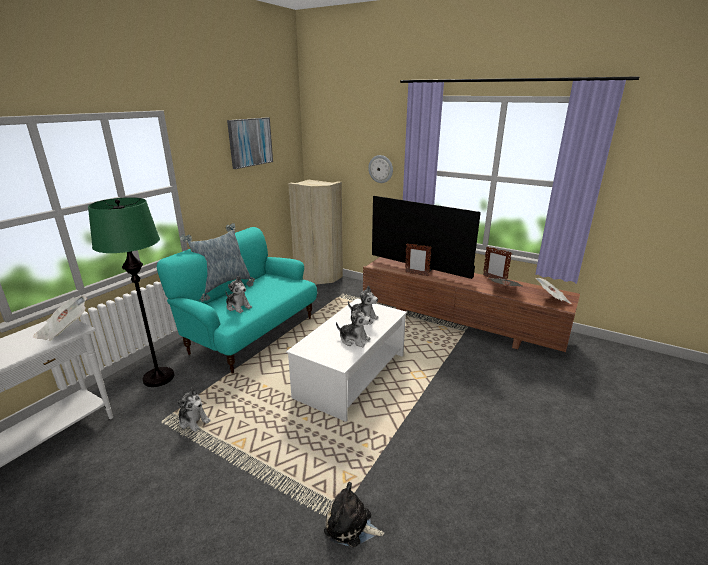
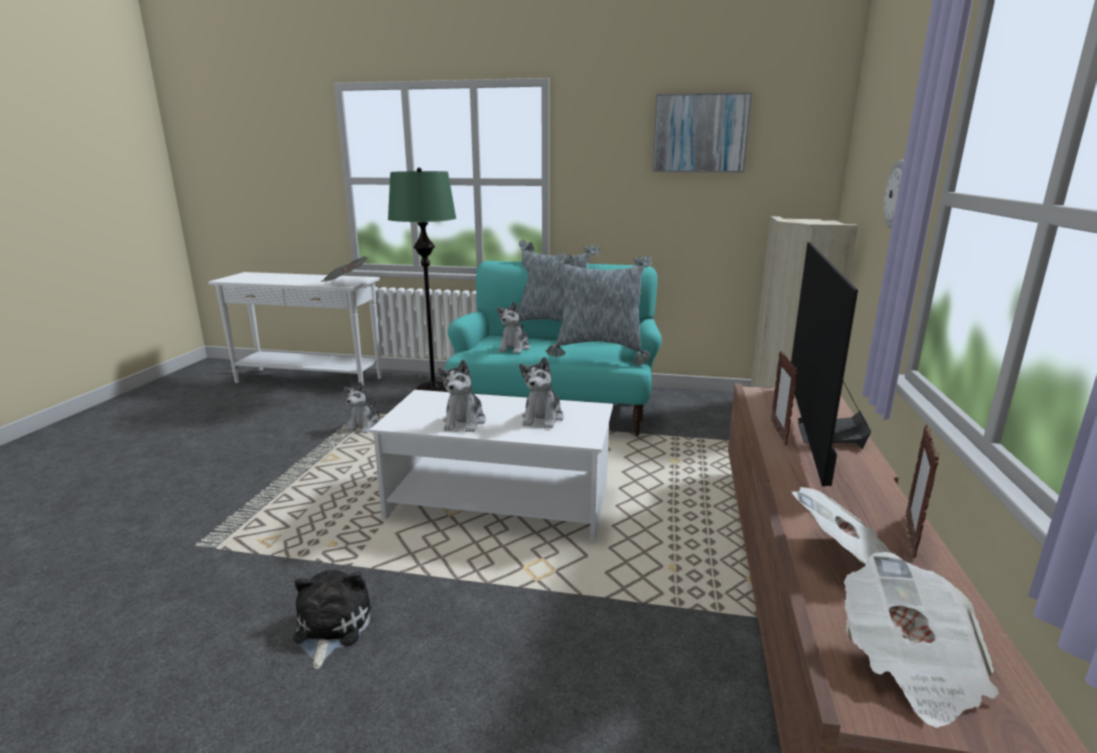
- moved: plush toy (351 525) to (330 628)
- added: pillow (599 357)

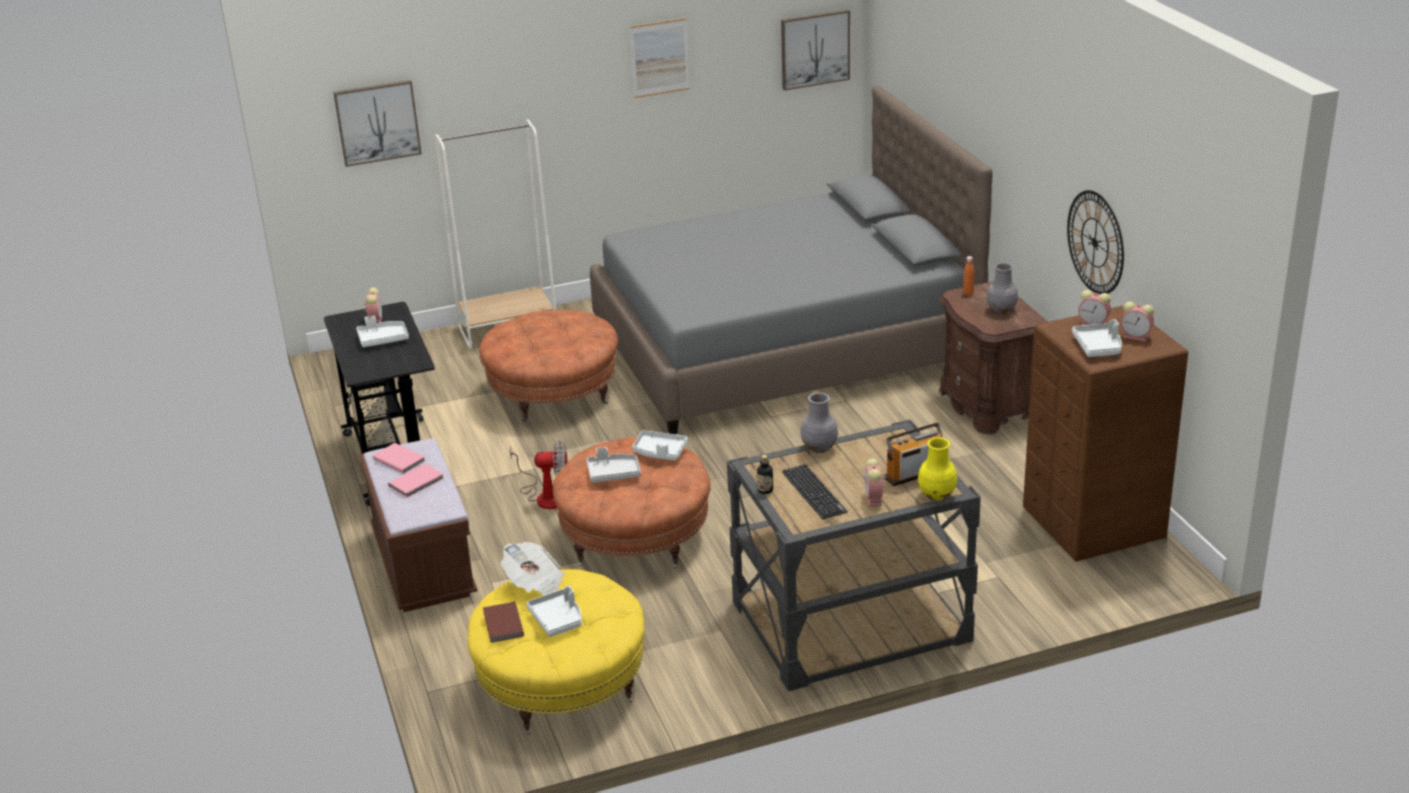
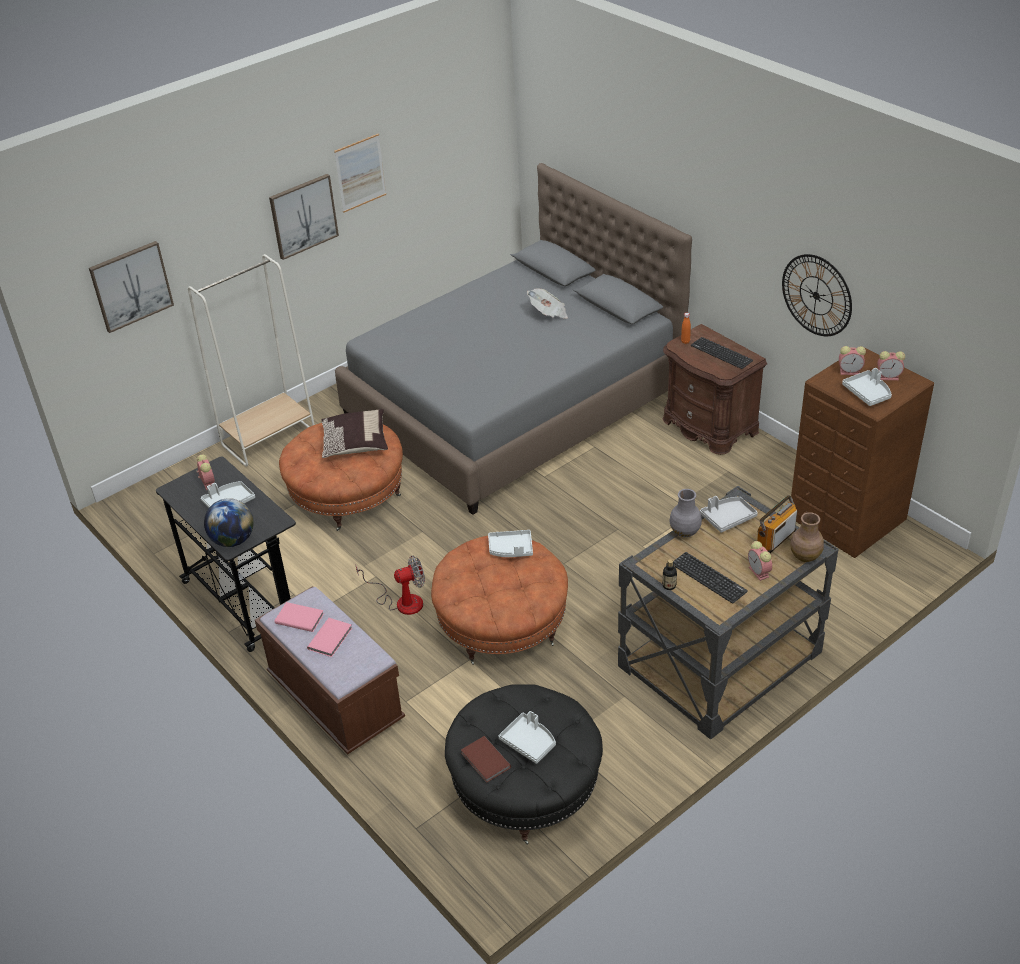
- recoloured: yellow ottoman (561 684) to black ottoman (525 786)
- moved: newspaper (535 583) to (548 313)
- moved: grey tray (613 473) to (727 518)
- moved: picture (815 49) to (303 216)
- recoloured: yellow vase (936 494) to brown vase (805 556)
- replaced: grey vase (1001 310) to keyboard (721 353)
- added: globe (233 540)
- added: pillow (355 443)

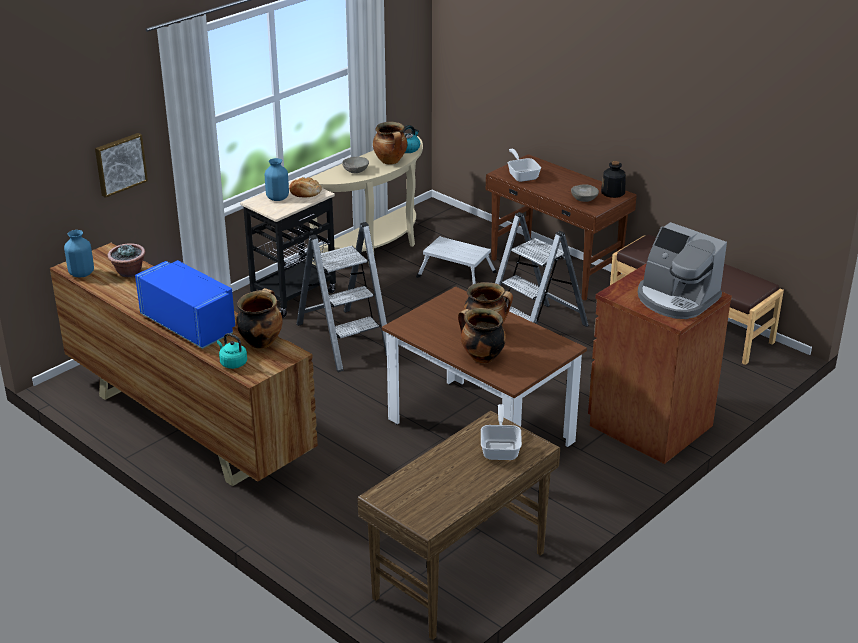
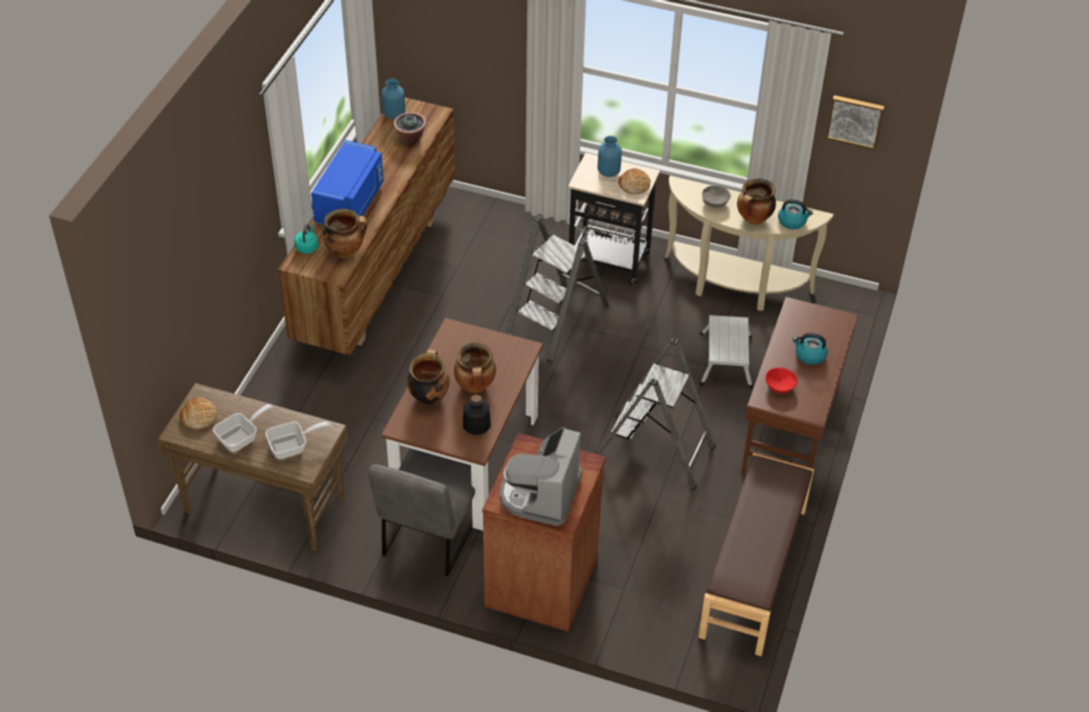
- moved: picture (120 164) to (855 120)
- moved: frying pan (522 175) to (241 437)
- recoloured: grey bowl (583 199) to red bowl (779 386)
- moved: bottle (613 193) to (476 425)
- added: bread (198 416)
- added: grey chair (429 535)
- added: kettle (809 355)

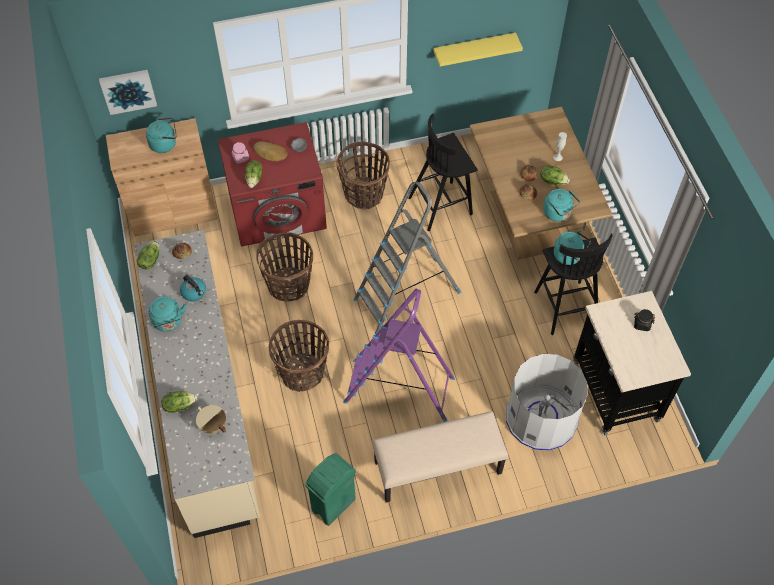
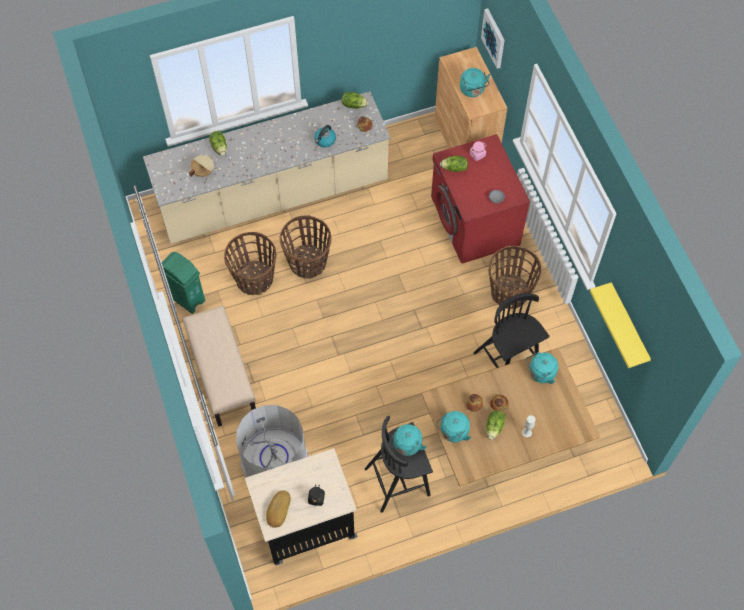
- moved: turquoise kettle (168 322) to (540 373)
- moved: bread (270 153) to (278 510)
- moved: basket (288 285) to (254 279)
- removed: purple step ladder (398 390)
- removed: grey step ladder (407 296)

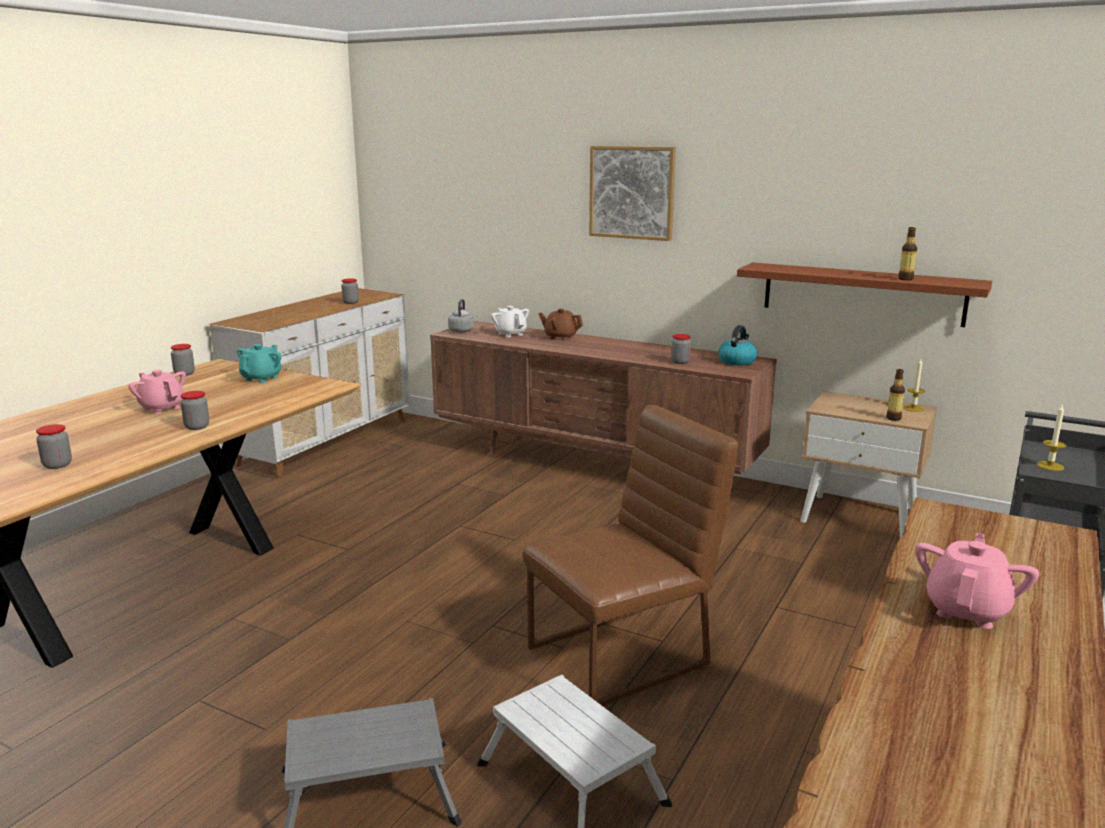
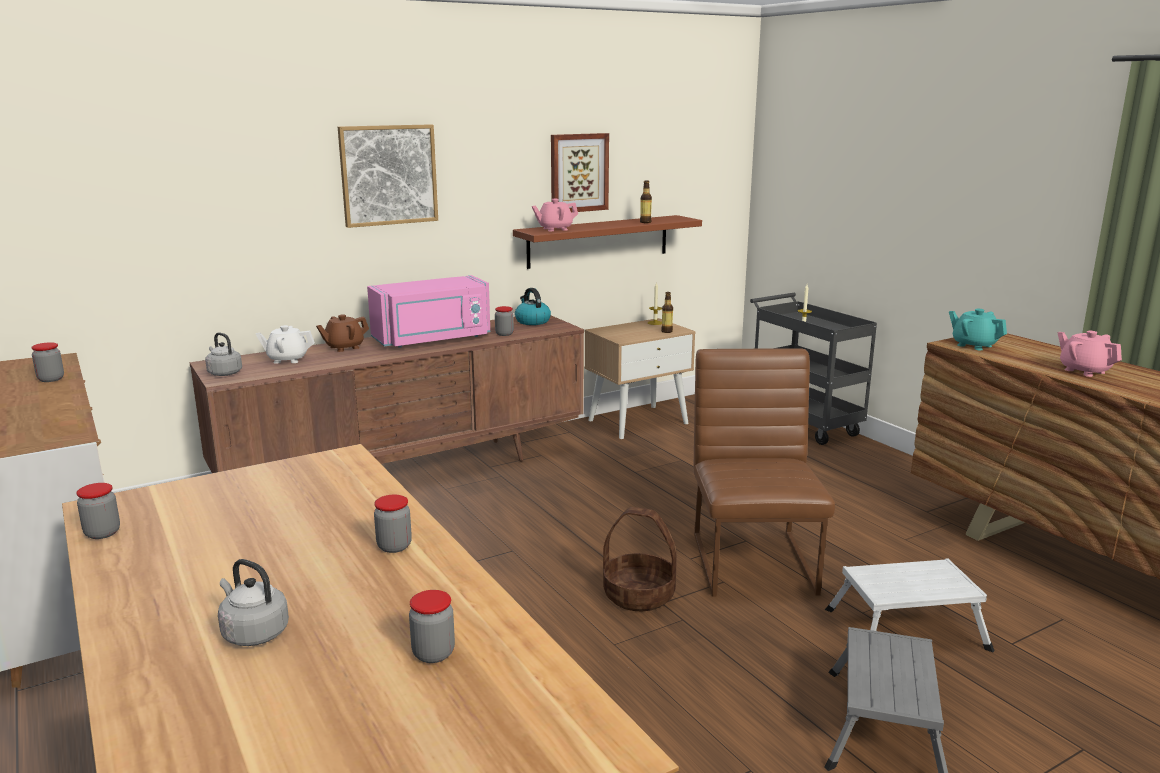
- moved: pink teapot (162 408) to (555 229)
- moved: turquoise teapot (261 378) to (974 345)
- added: grey kettle (253 633)
- added: pink microwave (433 339)
- added: picture (578 172)
- added: basket (638 595)

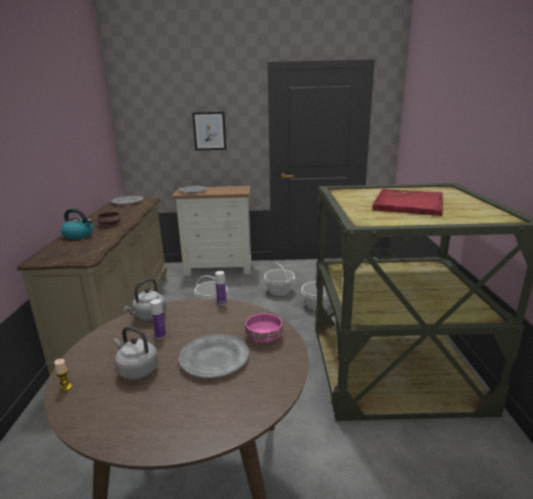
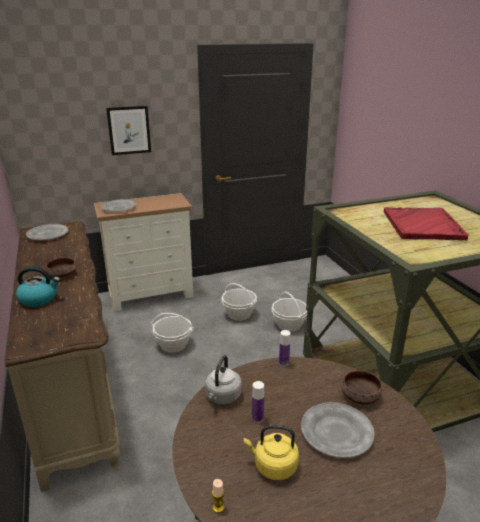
- recoloured: grey kettle (137 370) to yellow kettle (273 466)
- recoloured: pink bowl (264 336) to brown bowl (360 395)

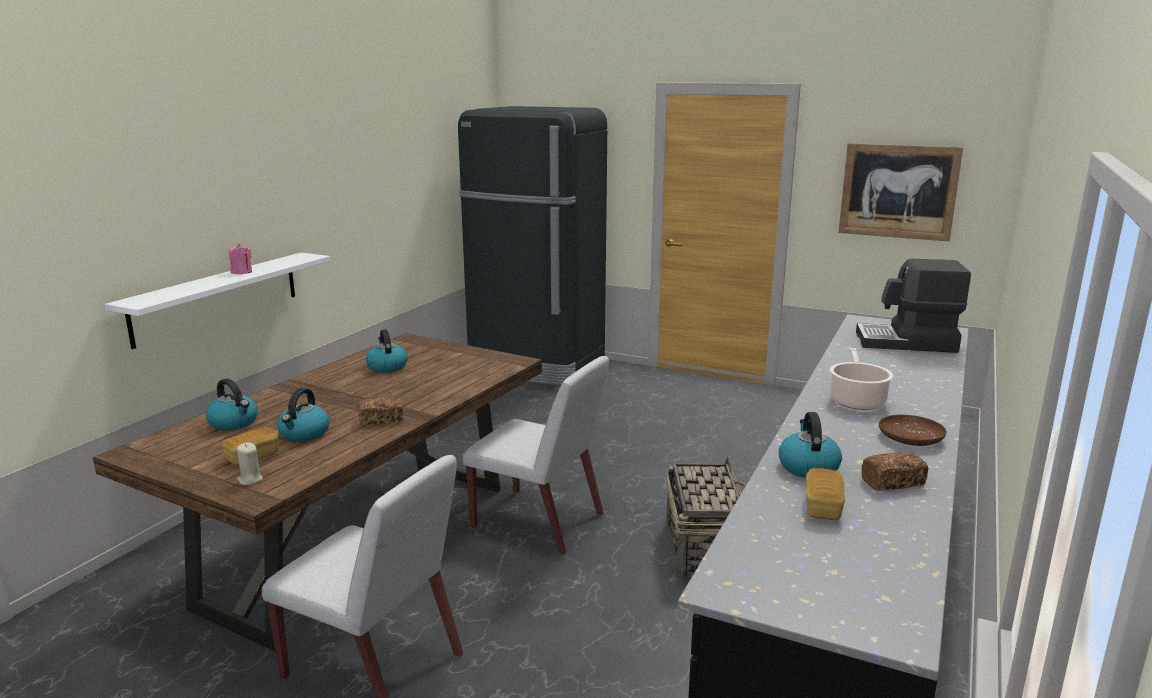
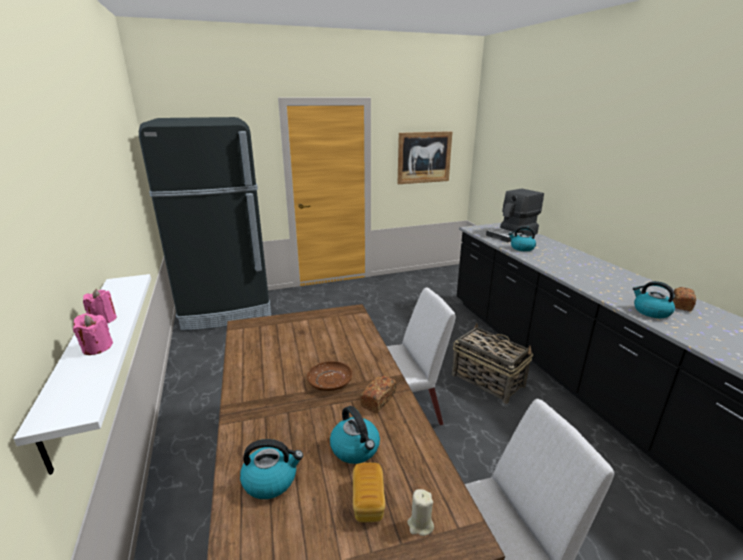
- moved: kettle (387 367) to (521 248)
- removed: bread (822 507)
- removed: cooking pot (857 400)
- moved: brown plate (910 438) to (330 381)
- added: pink candle (97 348)

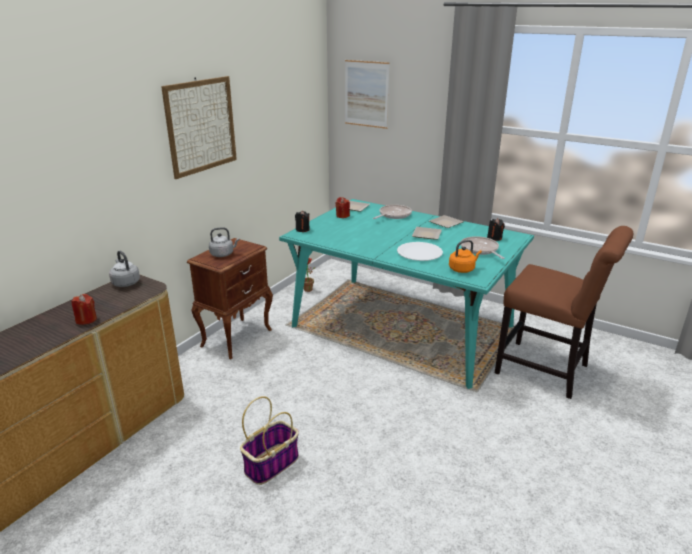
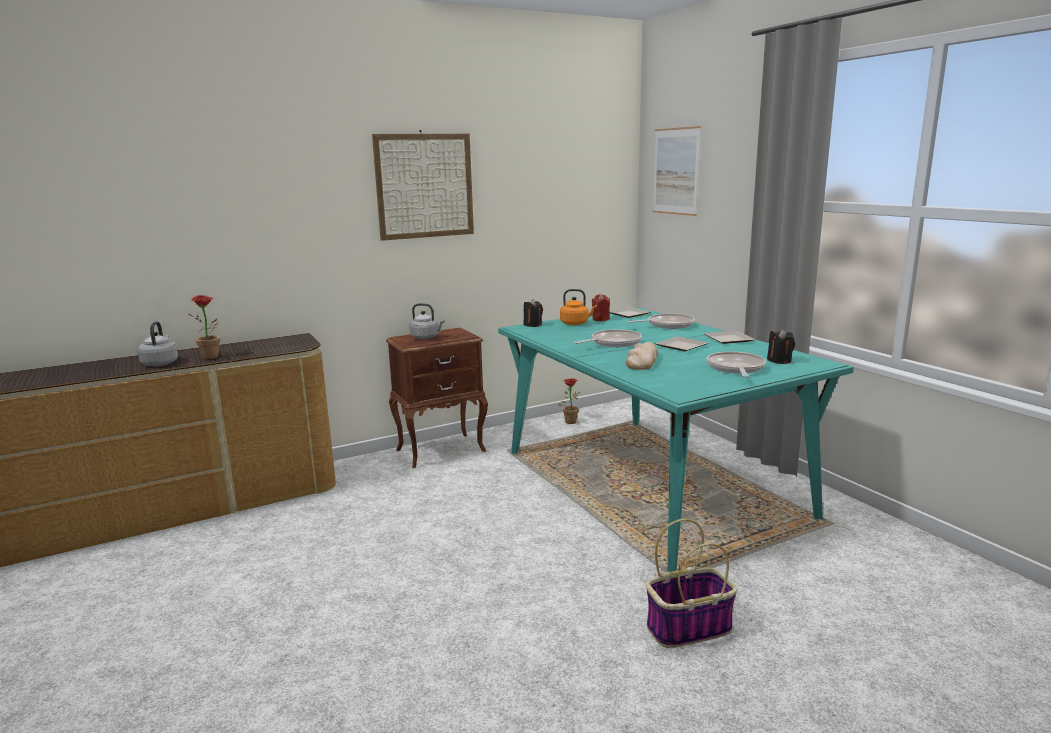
- replaced: red candle (86 320) to potted plant (213 357)
- moved: grey kettle (125 282) to (161 363)
- moved: basket (271 463) to (689 627)
- replaced: white plate (419 253) to bread (642 360)
- moved: orange kettle (462 269) to (576 323)
- removed: brown chair (546 371)
- added: frying pan (613 343)

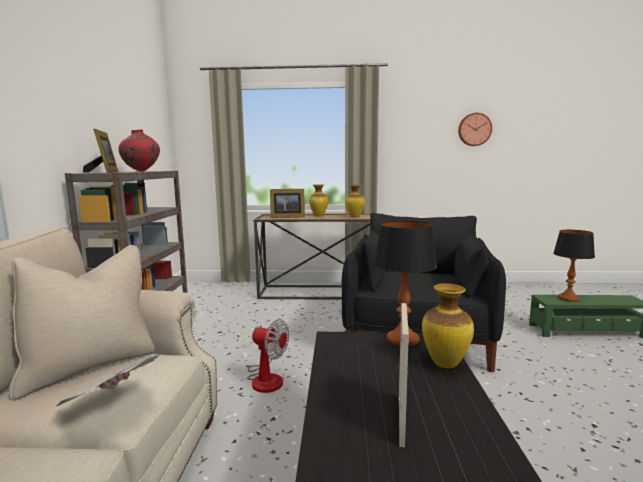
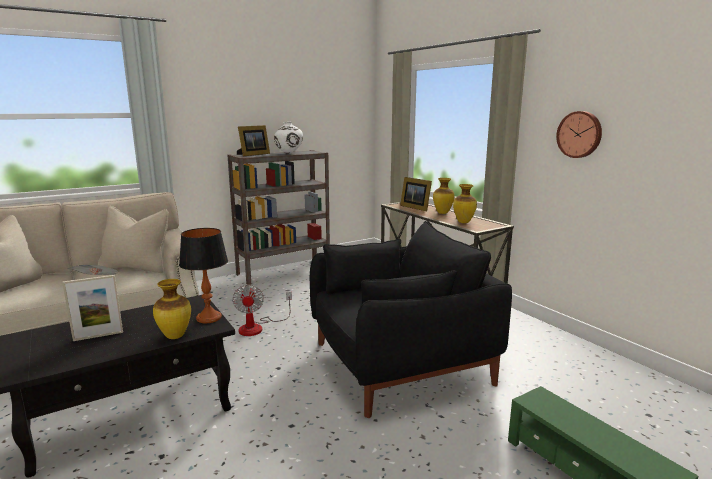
- recoloured: red vase (141 171) to white vase (289 153)
- moved: wall clock (474 129) to (580 134)
- removed: table lamp (568 298)

